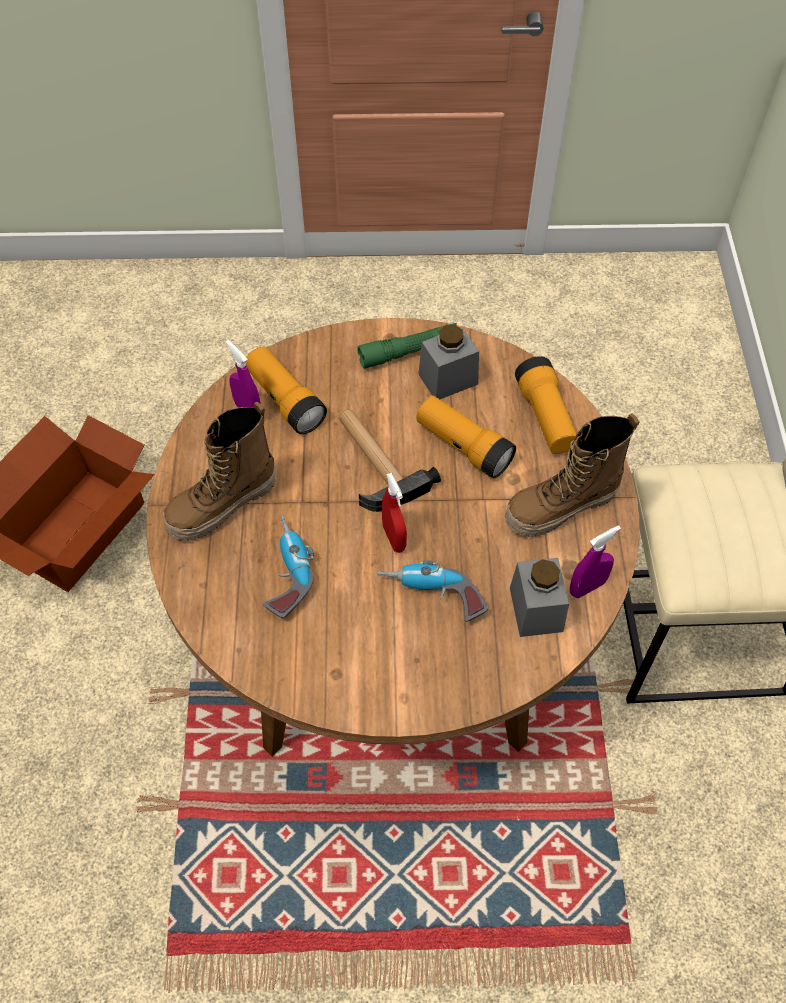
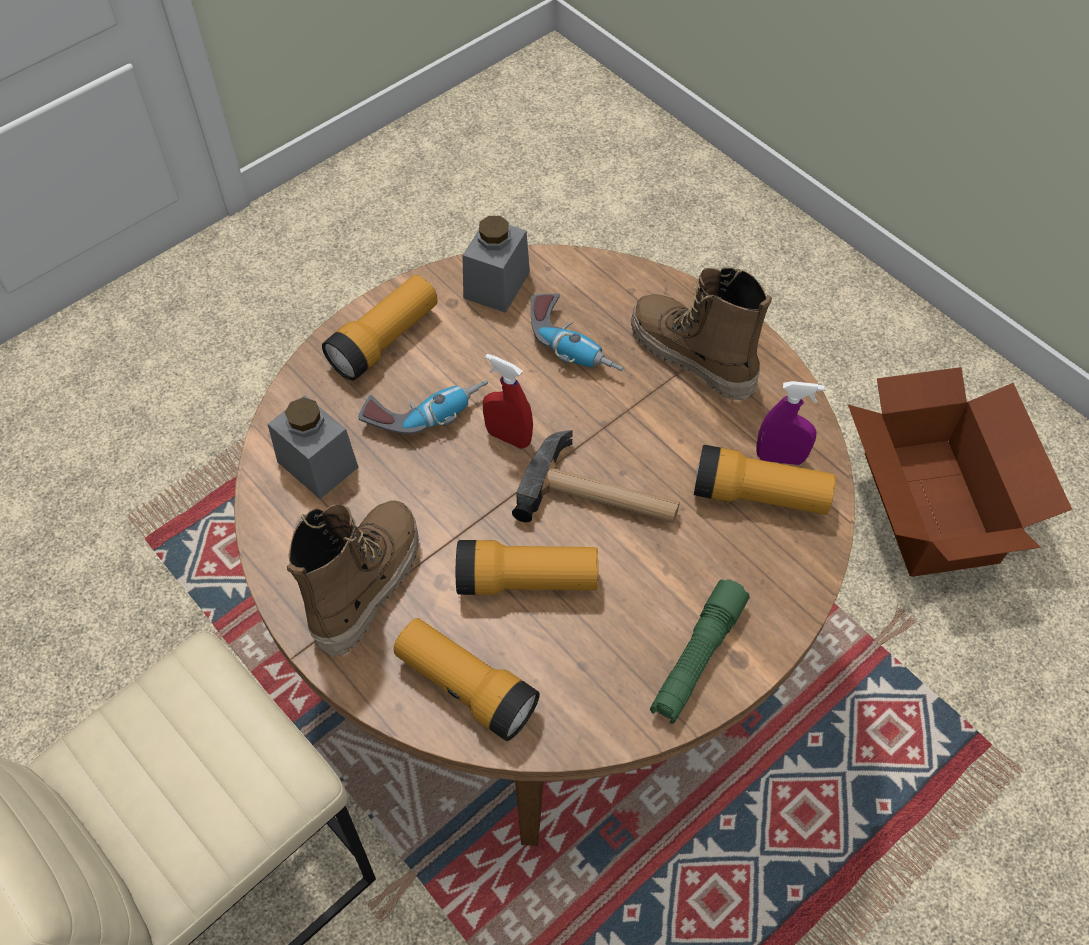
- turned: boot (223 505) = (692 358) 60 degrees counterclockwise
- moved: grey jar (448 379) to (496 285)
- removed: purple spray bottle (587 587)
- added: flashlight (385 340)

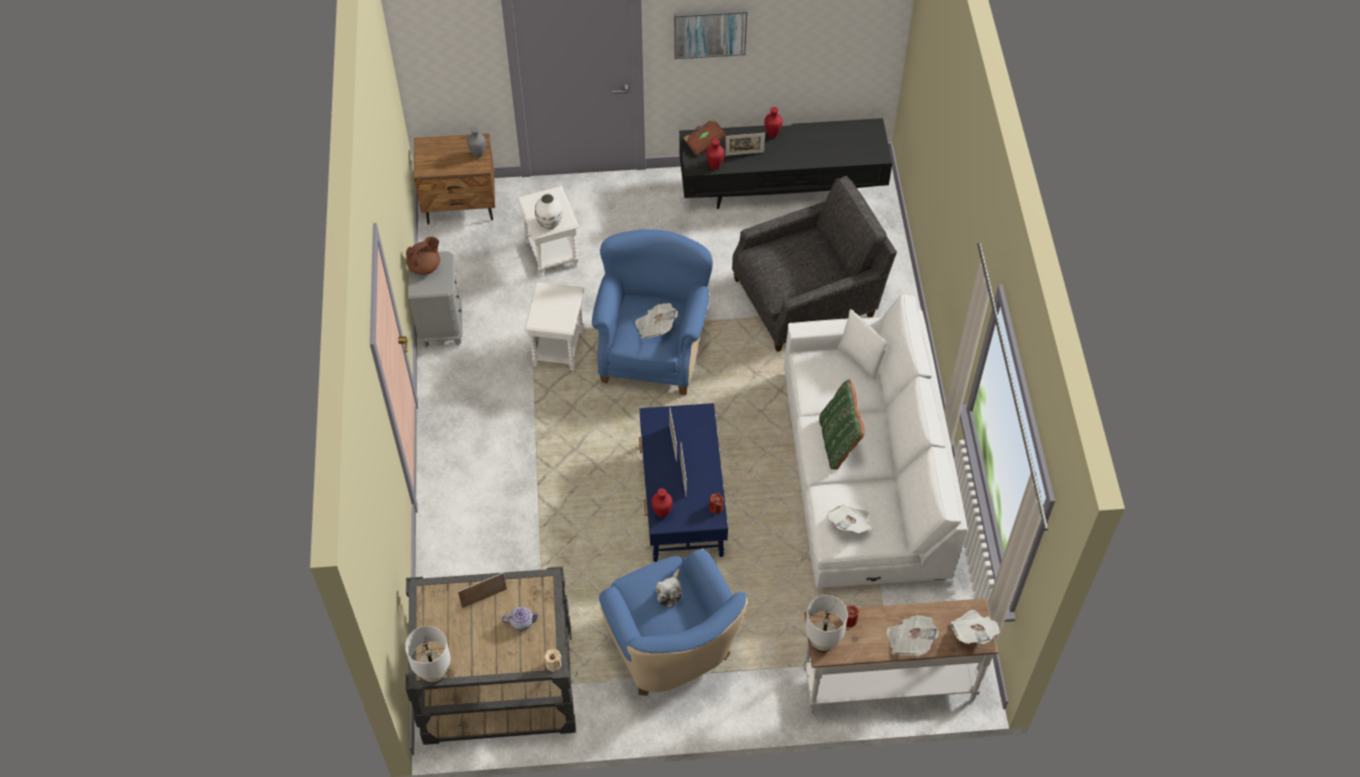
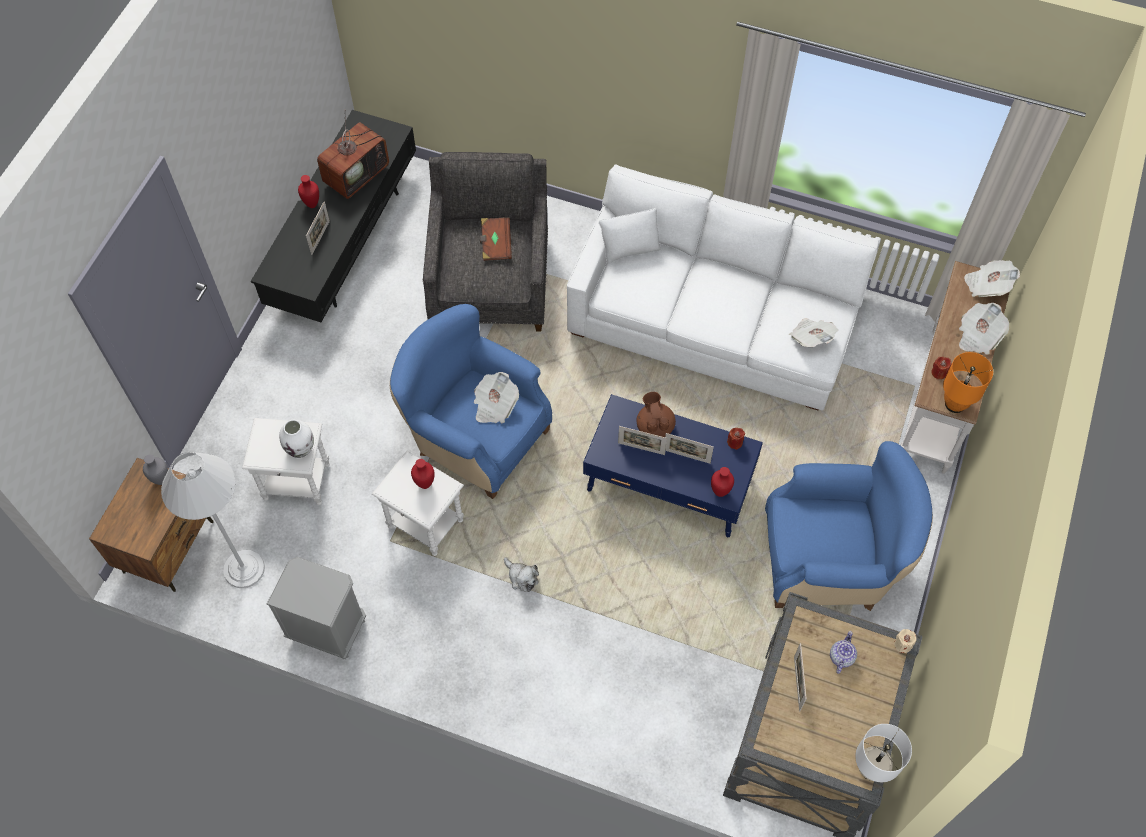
- moved: brown teapot (425 266) to (655 426)
- moved: plush toy (669 592) to (521 577)
- removed: picture (710 32)
- moved: brown book (704 142) to (495 244)
- moved: red vase (714 167) to (425 484)
- recoloured: white table lamp (822 643) to orange table lamp (955 404)
- removed: green pillow (838 442)
- added: white floor lamp (244 569)
- added: television (356 173)

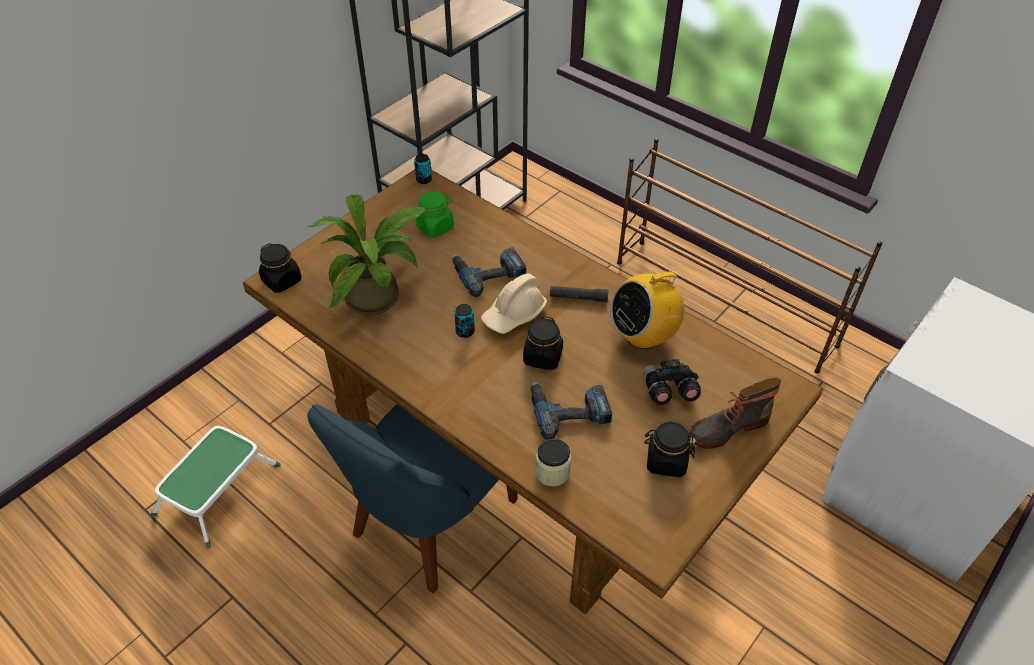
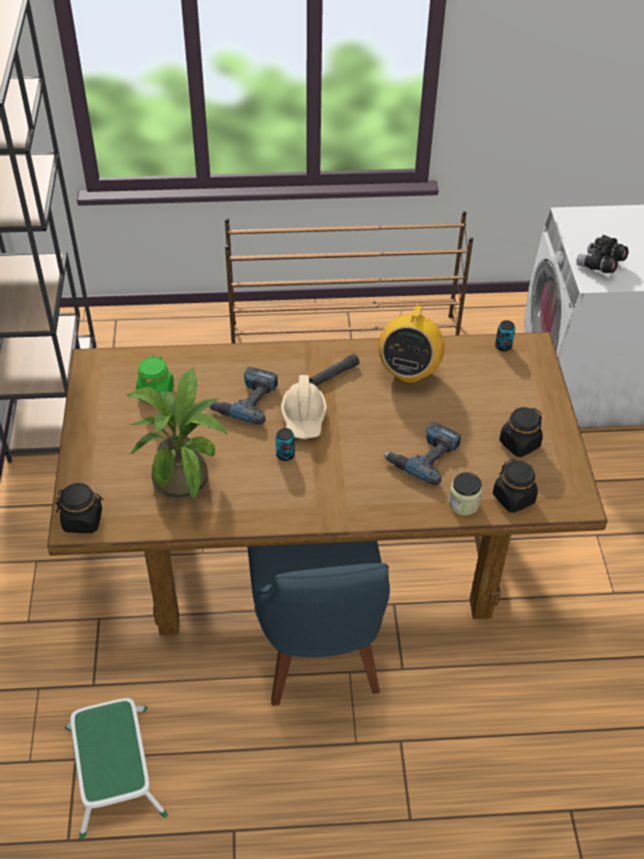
- moved: can (424 180) to (503 346)
- moved: black jar (543 357) to (514 498)
- moved: black binoculars (668 391) to (600 265)
- removed: boot (727 427)

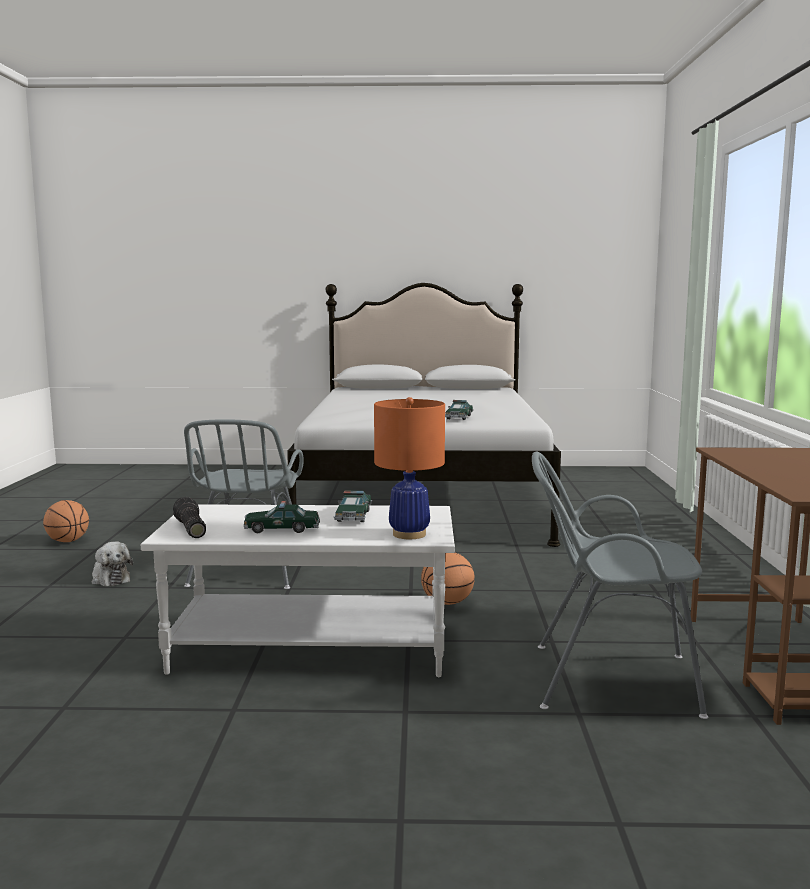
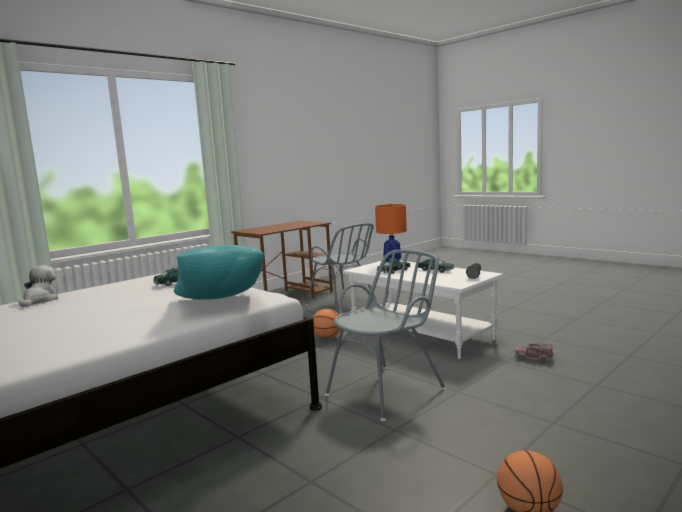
- moved: plush toy (109 579) to (40 300)
- added: turquoise pillow (221 301)
- added: toy truck (534 358)

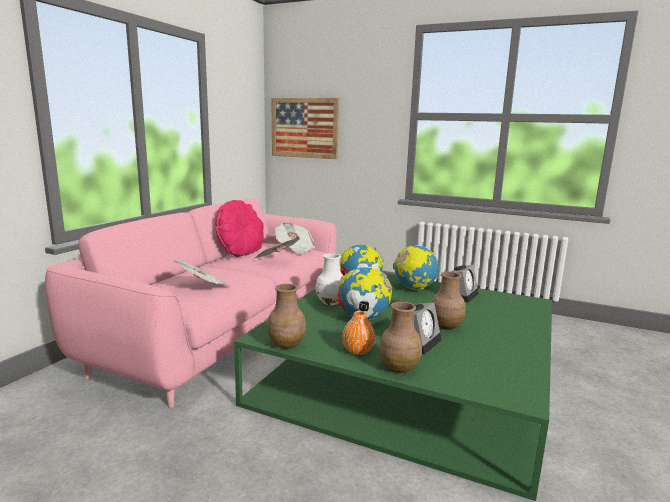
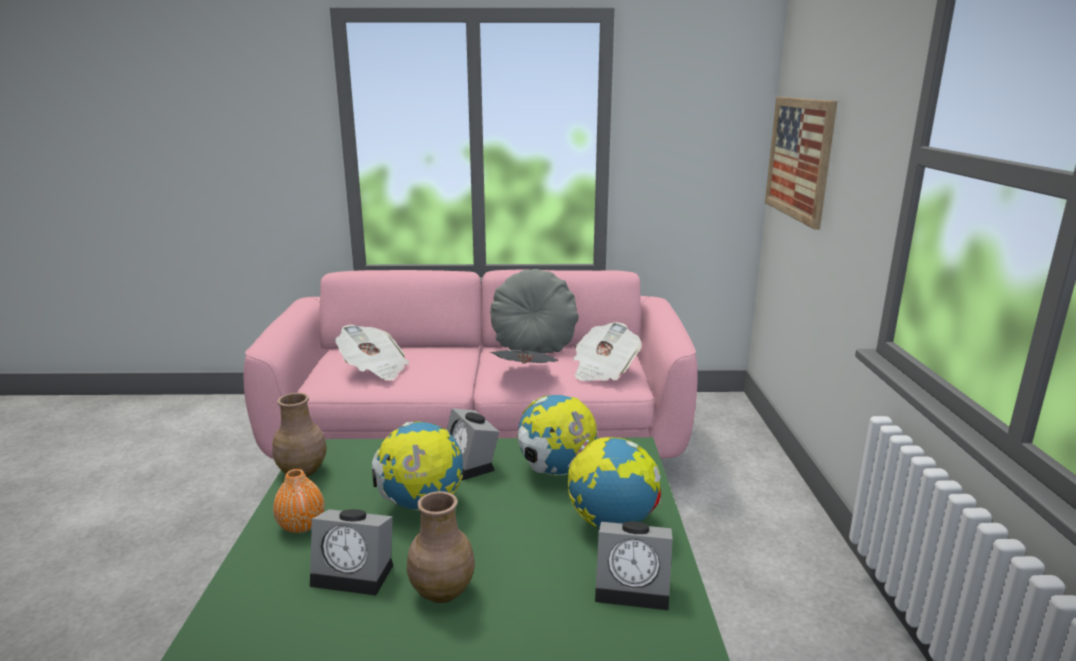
- recoloured: pink pillow (240 254) to grey pillow (534 349)
- replaced: white vase (331 302) to alarm clock (470 463)
- removed: brown vase (399 367)

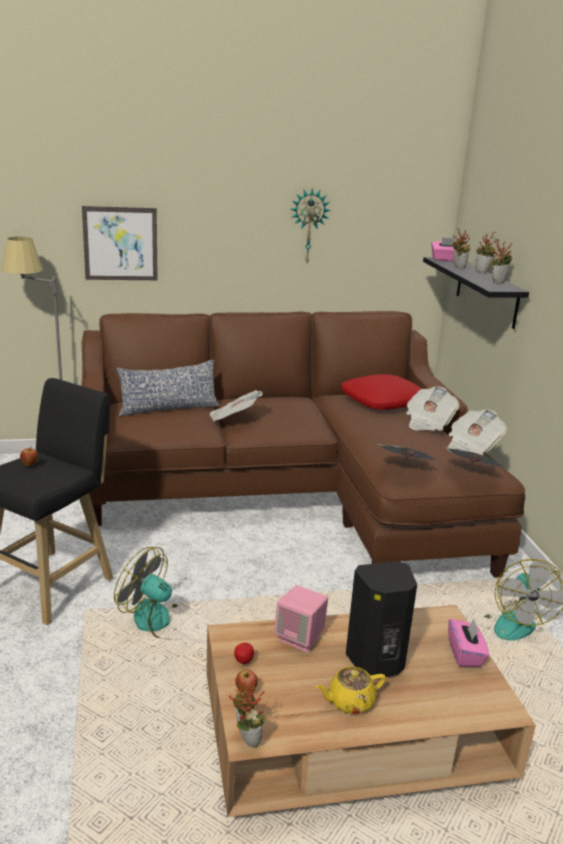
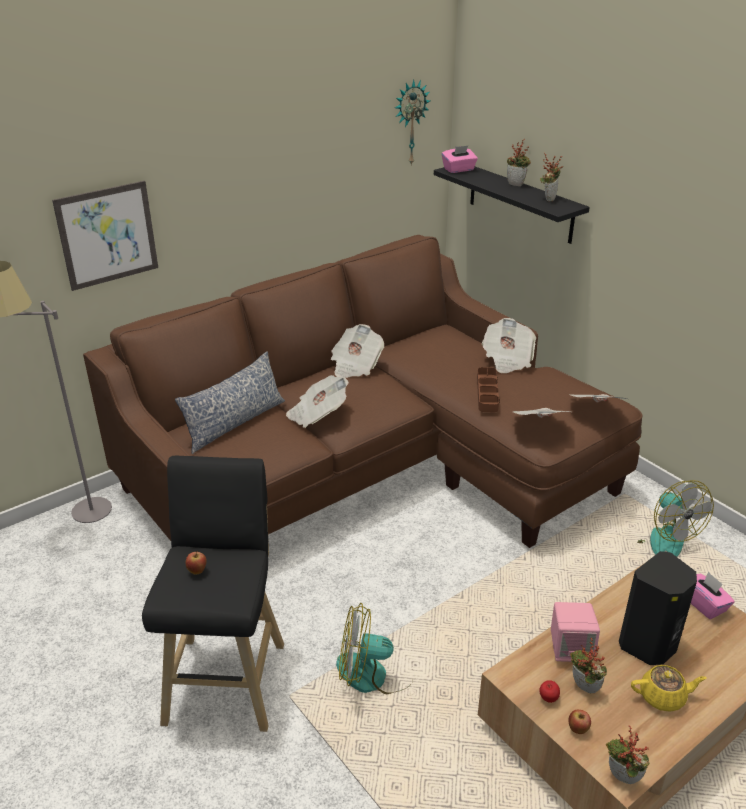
- moved: wall clock (308 226) to (410 122)
- turned: yellow teapot (349 701) = (663 697) 135 degrees counterclockwise
- removed: red pillow (382 401)
- moved: newspaper (471 447) to (355 365)
- moved: potted plant (457 268) to (582 689)
- added: brown tray (487 393)

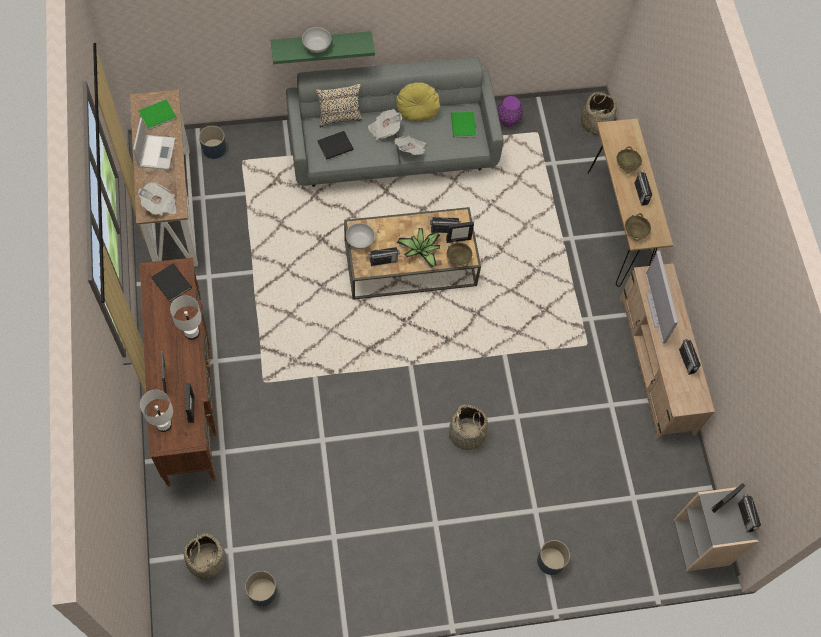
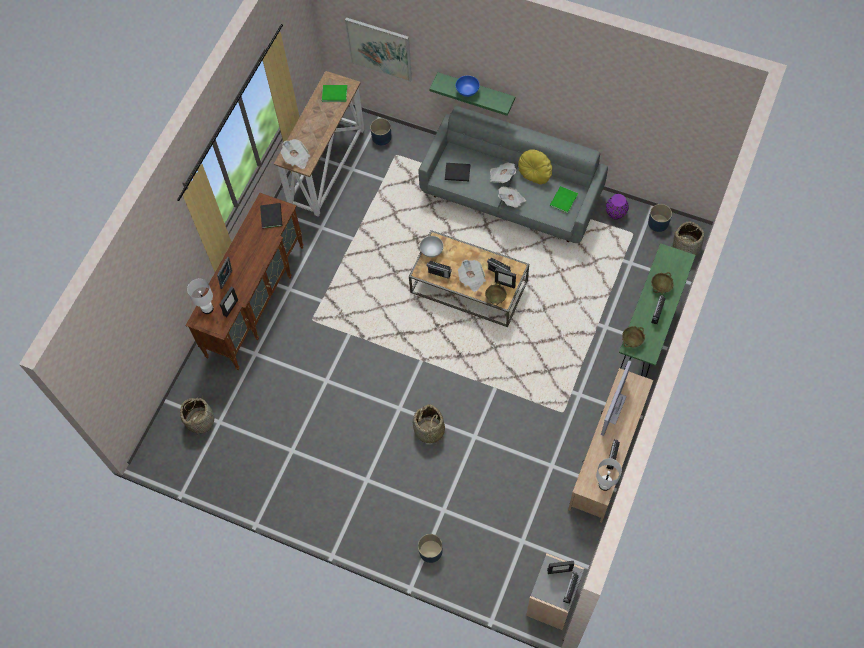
- removed: laptop (156 151)
- moved: white table lamp (191 332) to (604 484)
- moved: blue planter (262 591) to (658 223)
- recoloured: white bowl (317 47) to blue bowl (467 91)
- removed: beige pillow (340 118)
- replaced: potted plant (421 251) to newspaper (471 279)
- recoloured: brown console table (616 226) to green console table (648 334)
- added: picture (379 49)

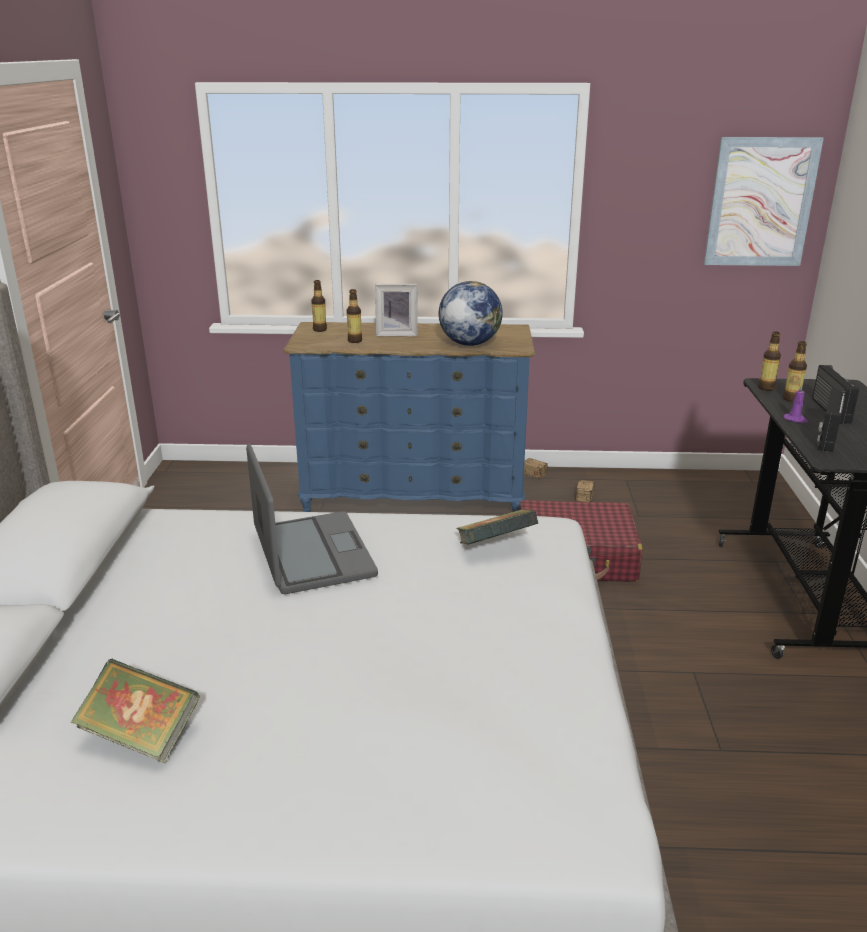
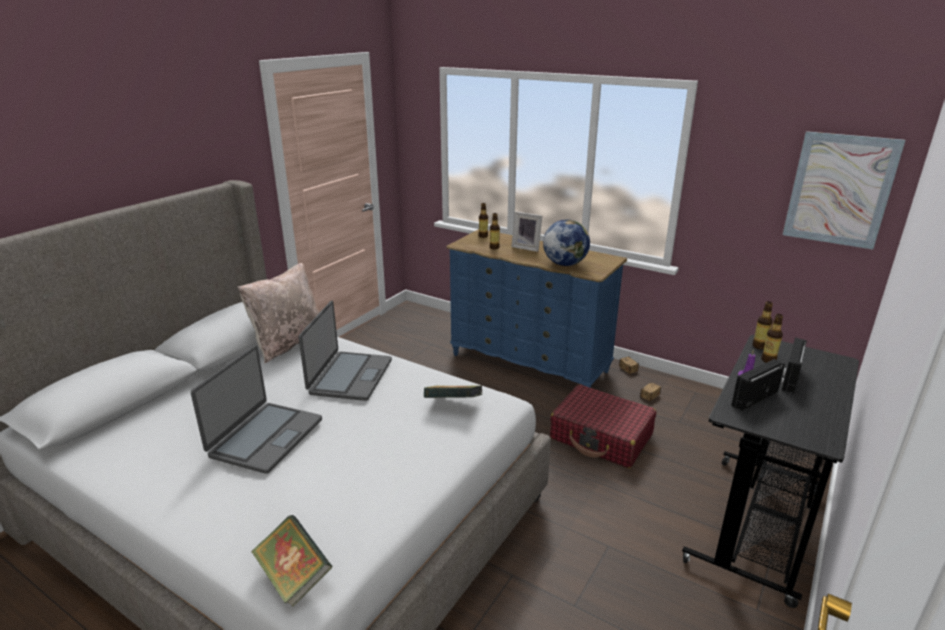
- moved: book (141 736) to (294 577)
- added: laptop (265 437)
- added: beige pillow (288 343)

